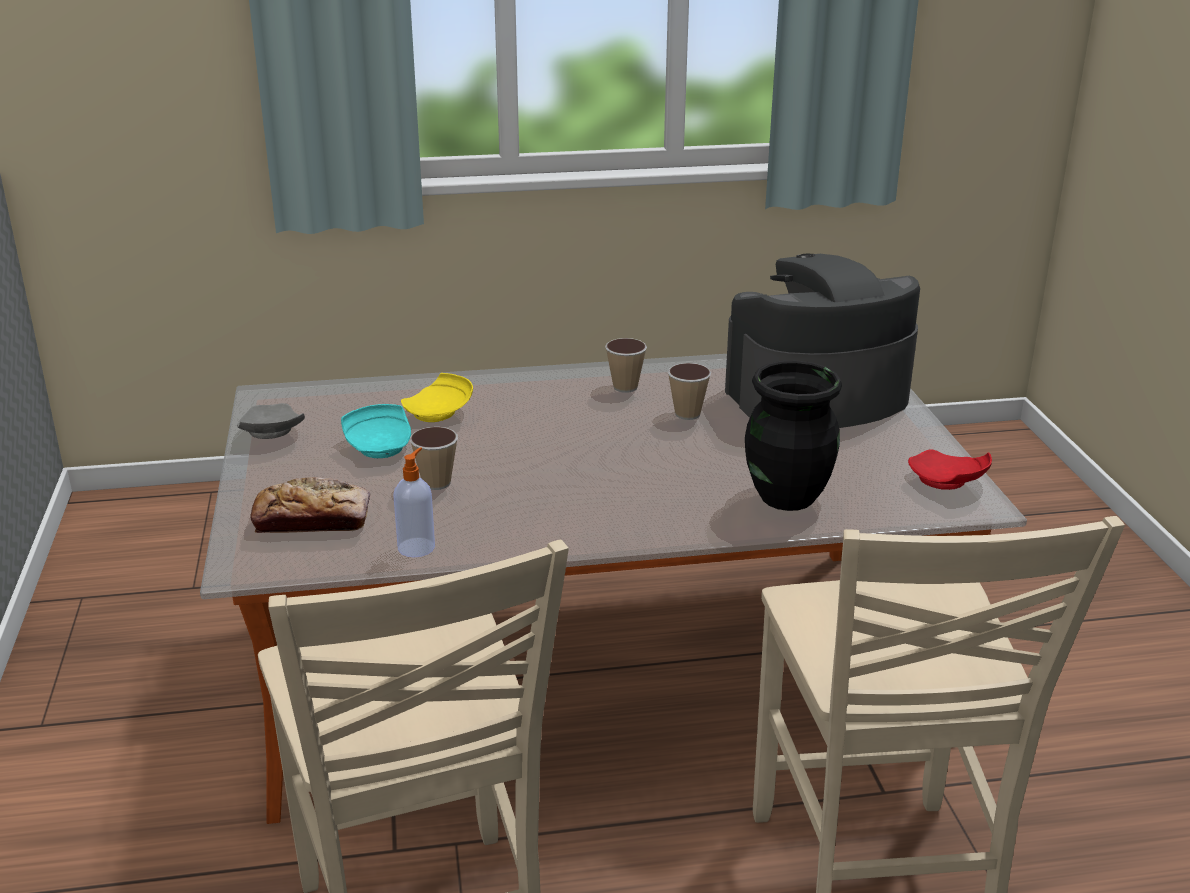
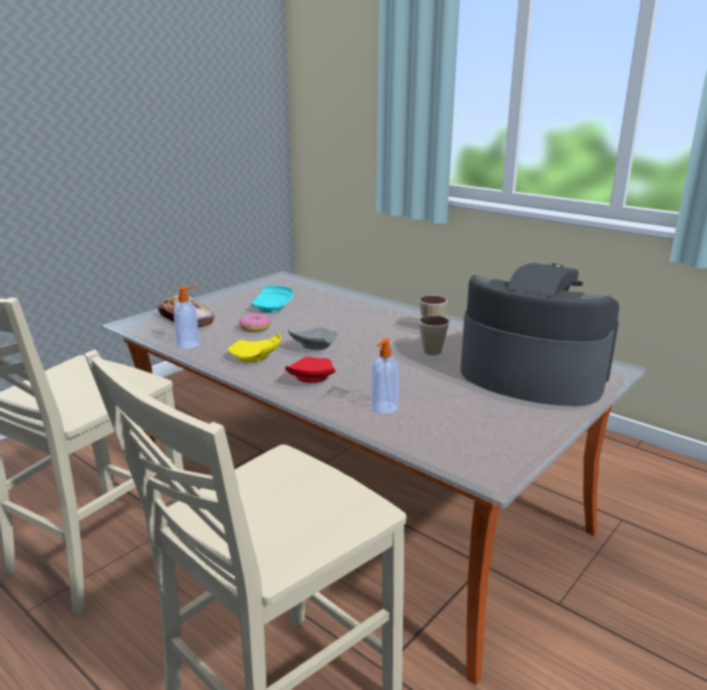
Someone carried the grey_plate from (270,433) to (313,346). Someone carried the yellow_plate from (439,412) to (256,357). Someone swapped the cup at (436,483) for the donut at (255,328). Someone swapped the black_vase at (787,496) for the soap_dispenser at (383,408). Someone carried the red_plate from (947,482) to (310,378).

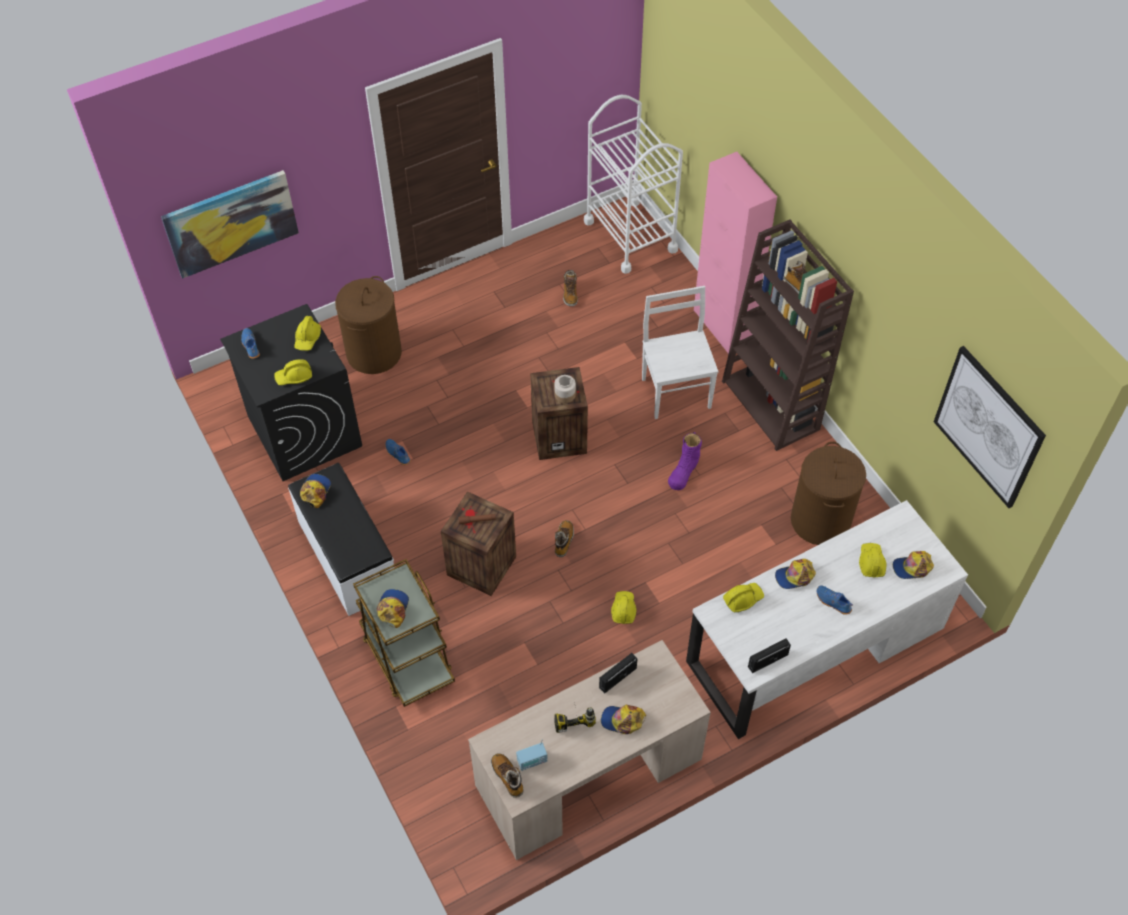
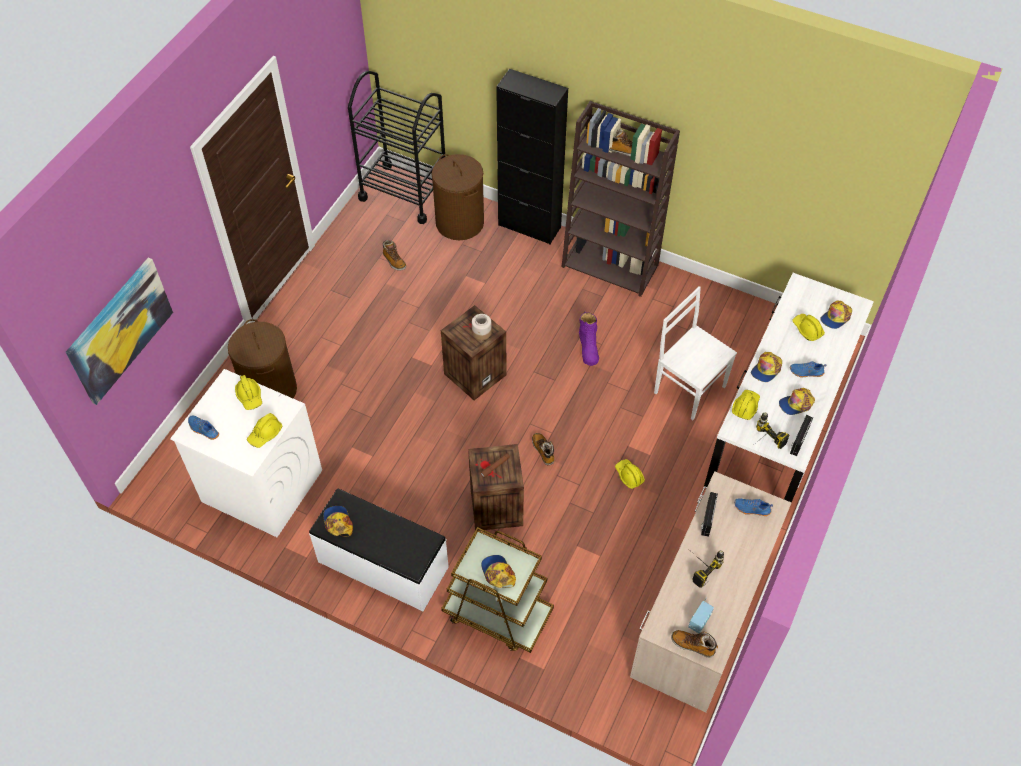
Someone repainted the black_washing_machine at (303,431), which became the white_washing_machine at (261,486). Someone carried the blue_shoe from (397,454) to (751,509). Someone repainted the white_cart at (630,236), which became the black_cart at (404,193). Someone carried the cap from (622,720) to (796,404). Someone carried the white_chair from (675,391) to (688,388). Someone repainted the pink_cabinet at (723,326), which became the black_cabinet at (529,226). Someone carried the brown_laundry_basket from (820,520) to (460,223). Someone took away the picture at (988,427). Someone put down the power_drill at (761,443).

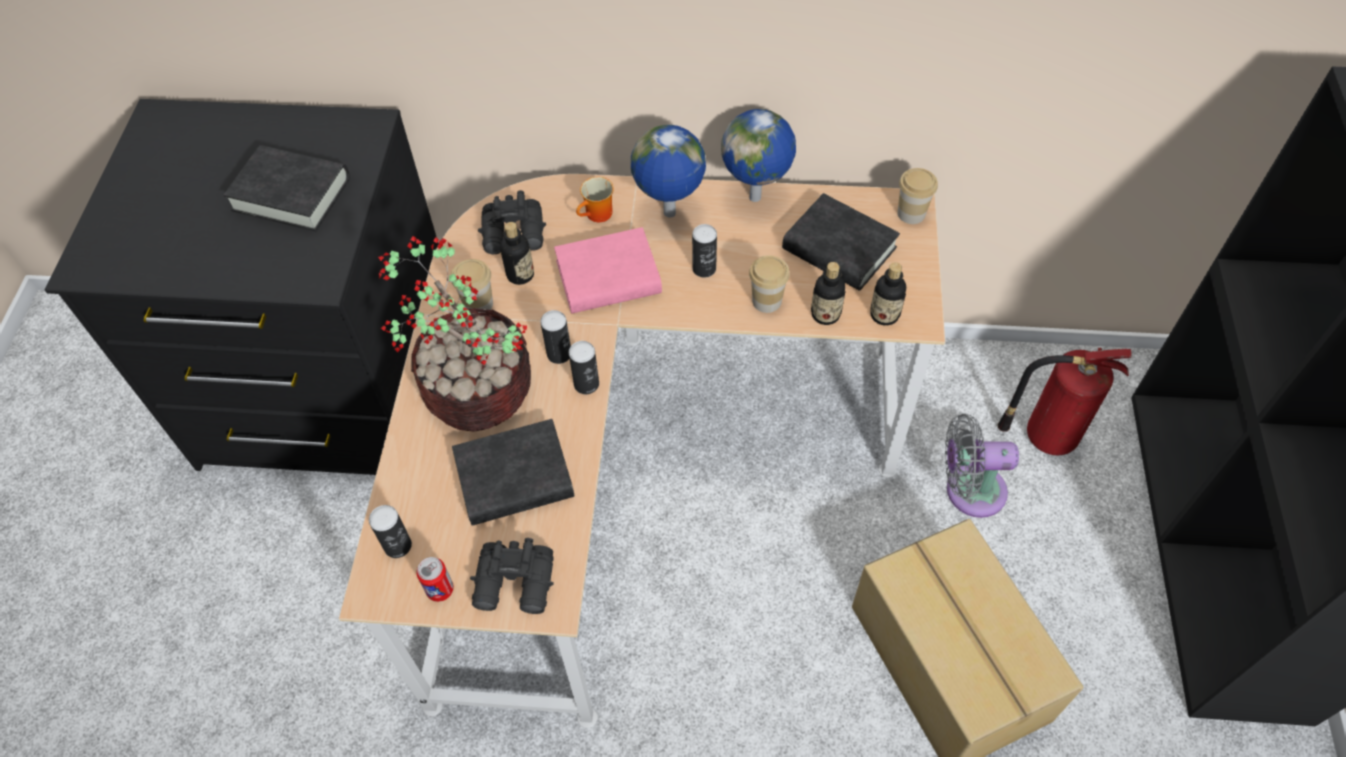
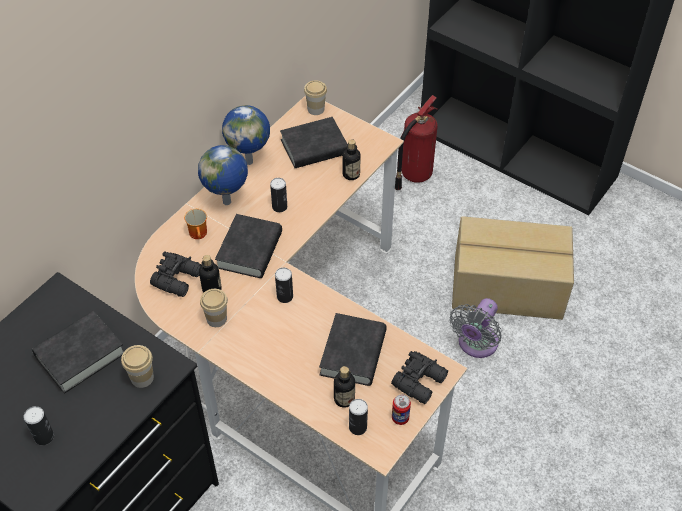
Someone took away the potted_plant at (474,387). Someone repainted the pink_book at (608,278), which became the black_book at (249,250). Someone carried the can from (586,384) to (44,437). Someone carried the cup from (766,301) to (142,378). Someone carried the bottle from (884,315) to (344,399). Someone carried the grey_fan from (969,490) to (476,344).

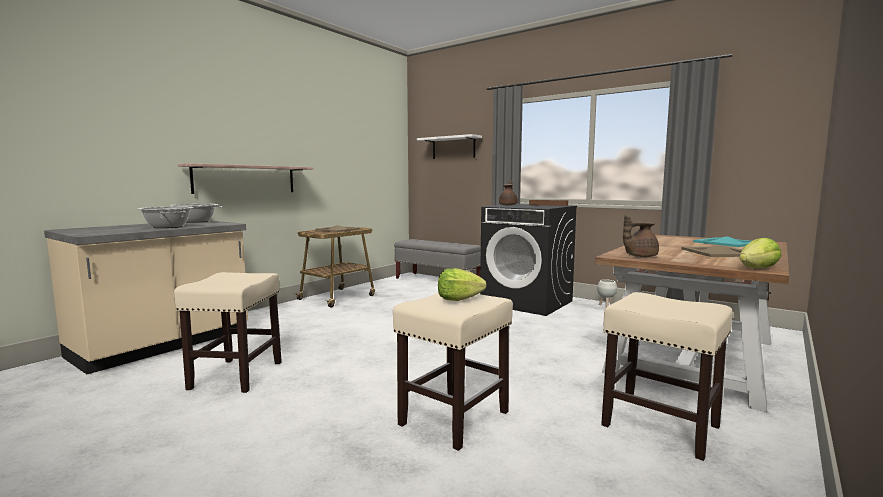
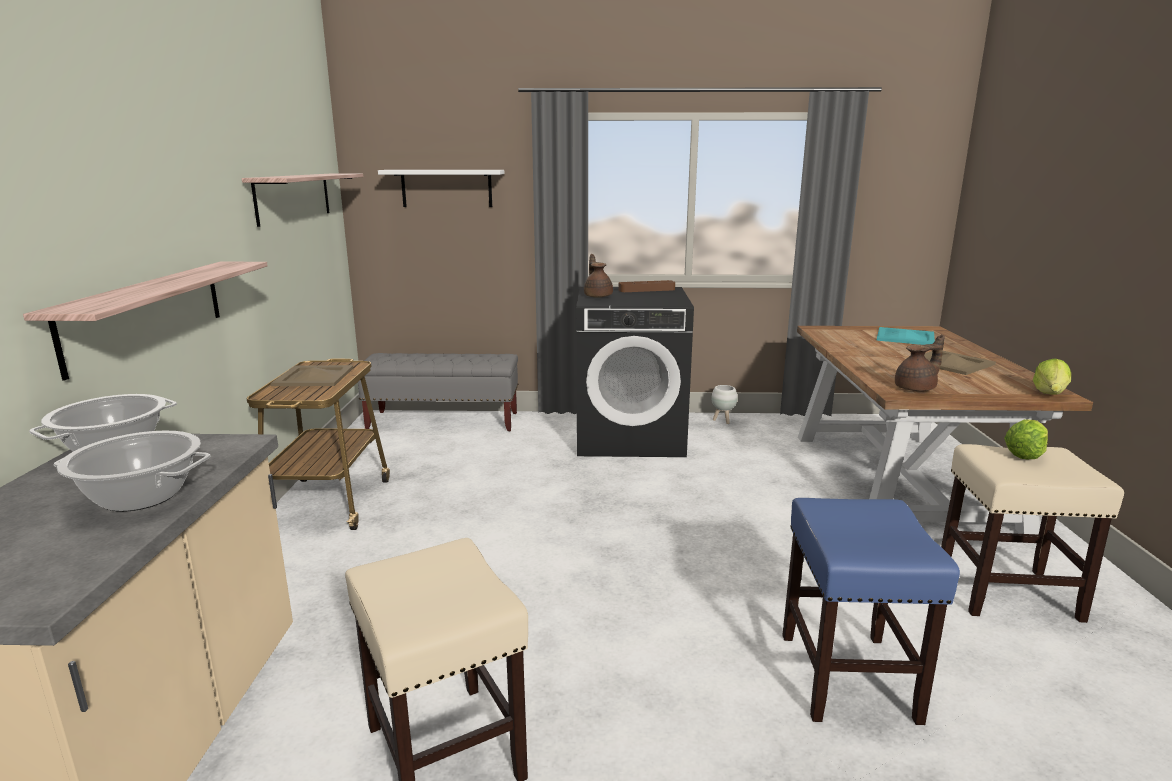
Someone repainted the beige_stool at (453,418), which became the blue_stool at (848,678). Someone carried the lettuce from (458,299) to (1025,454). Someone rotated the brown_teapot at (639,256) by 150 degrees counterclockwise. Someone put up the shelf at (294,197).

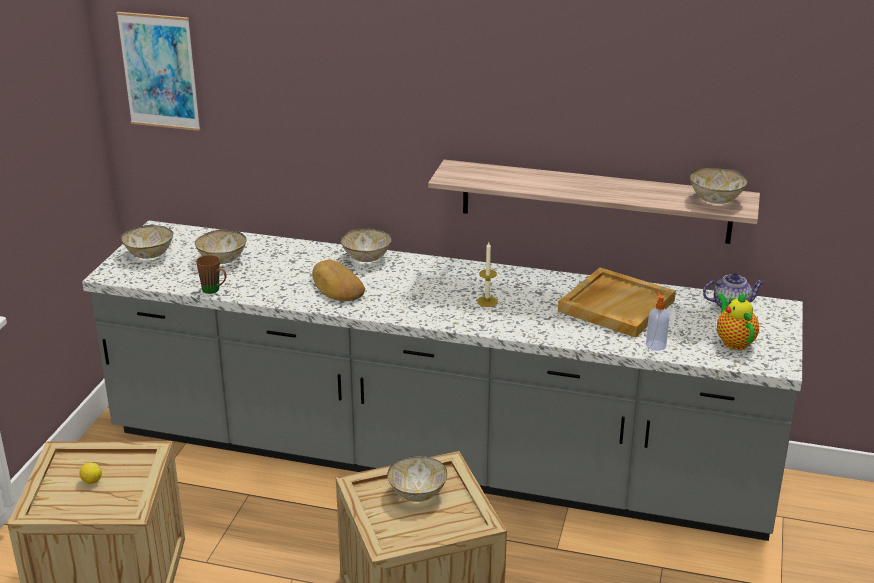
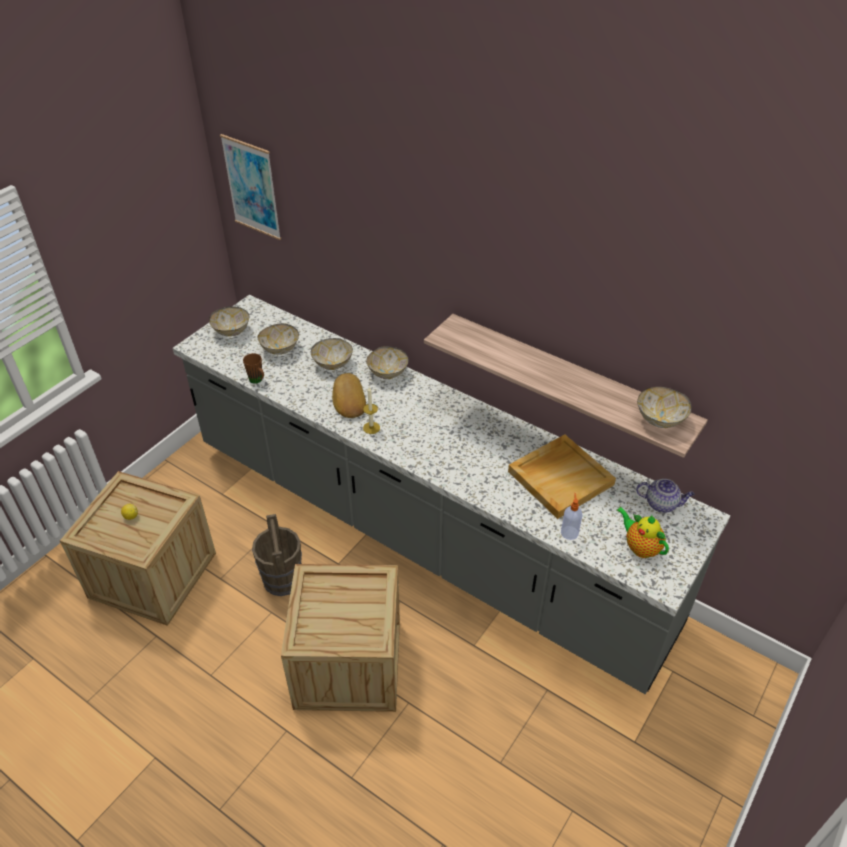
Someone carried the bowl from (416,493) to (332,364). Someone carried the candle from (487,301) to (371,428). Someone rotated the teapot at (733,341) by 45 degrees counterclockwise. Someone put down the brown_bucket at (282,580).

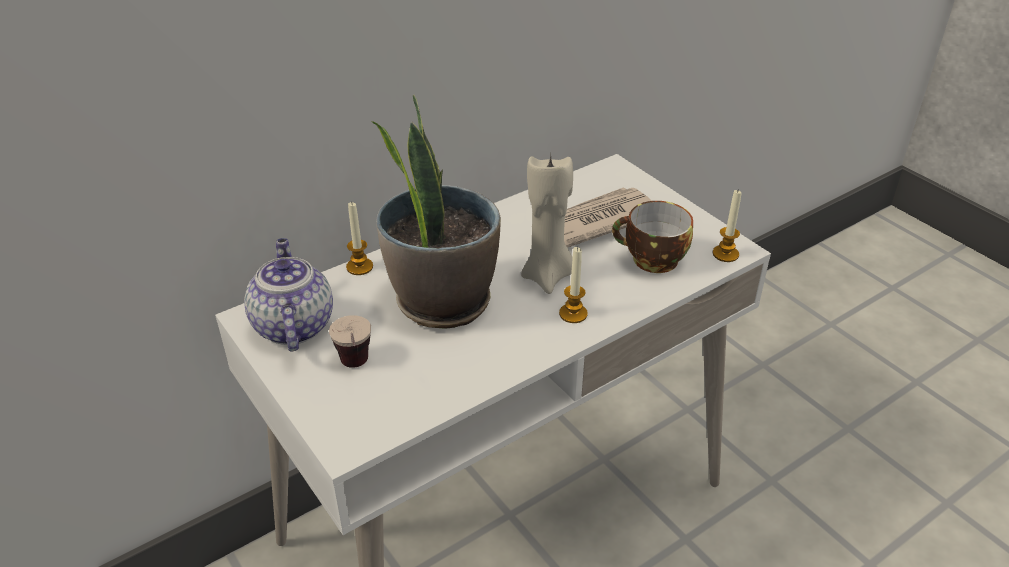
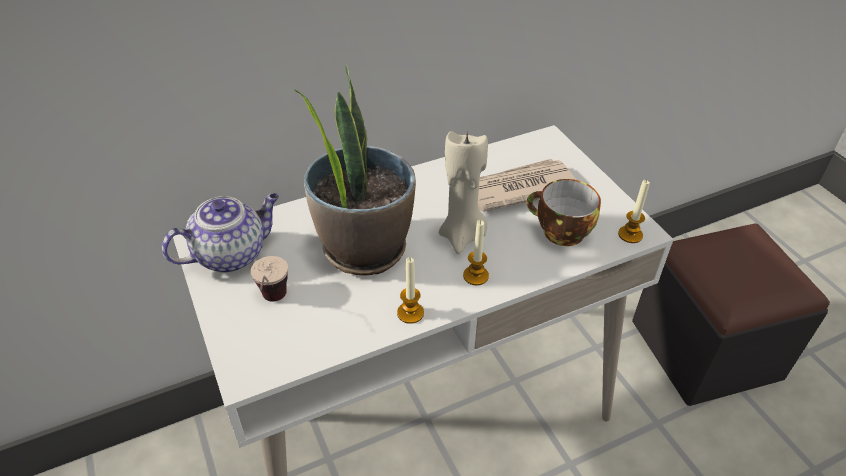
Someone rotated the teapot at (292,325) by 60 degrees clockwise. Someone carried the candle from (359,267) to (410,313). Someone put down the black_ottoman at (705,349).

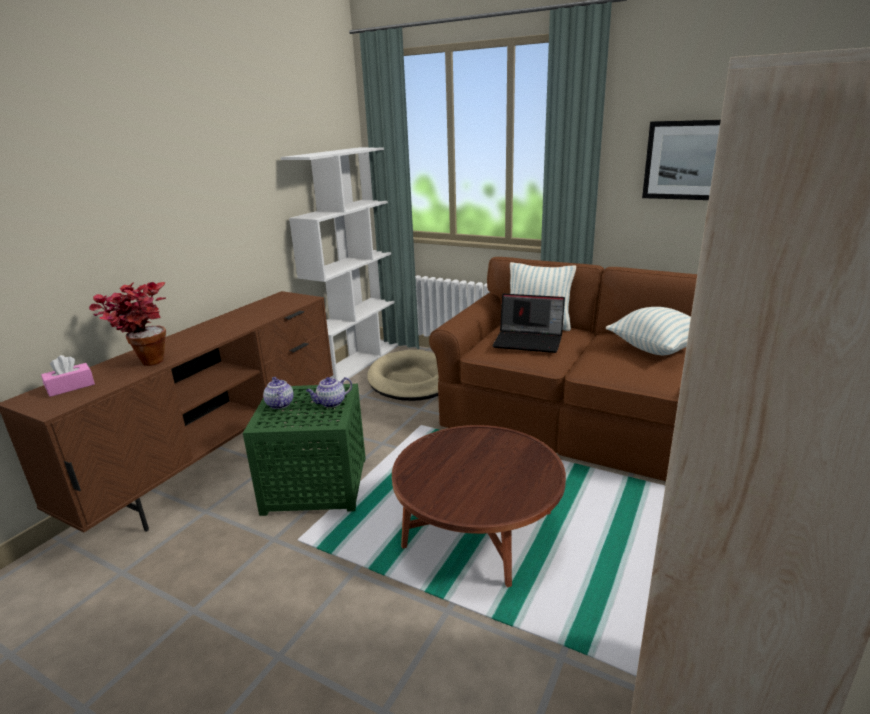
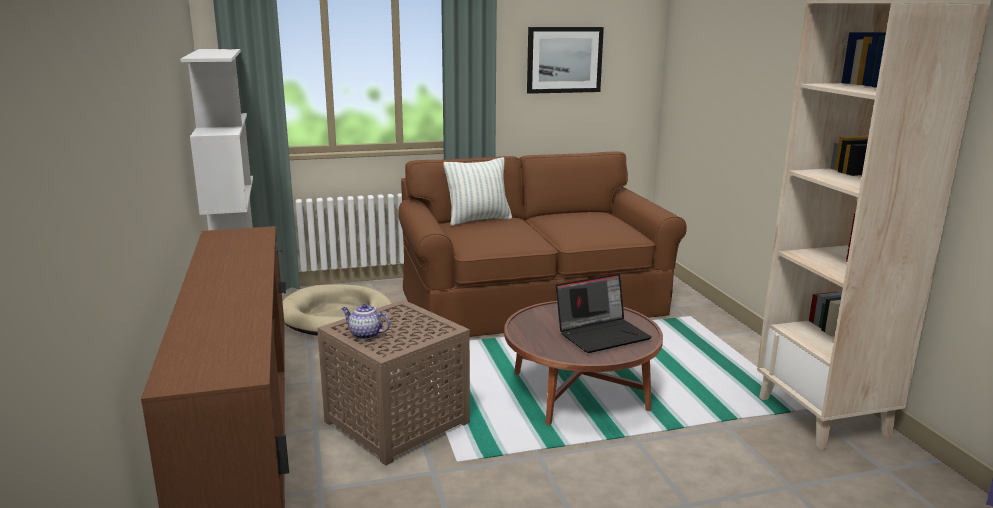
Someone took away the pink_tissue_box at (70,387). Someone took away the potted_plant at (144,362). Someone repainted the green_side_table at (314,484), which became the brown_side_table at (394,422). Someone took away the teapot at (331,403). Someone carried the laptop from (529,341) to (602,334). Someone took away the pillow at (656,348).

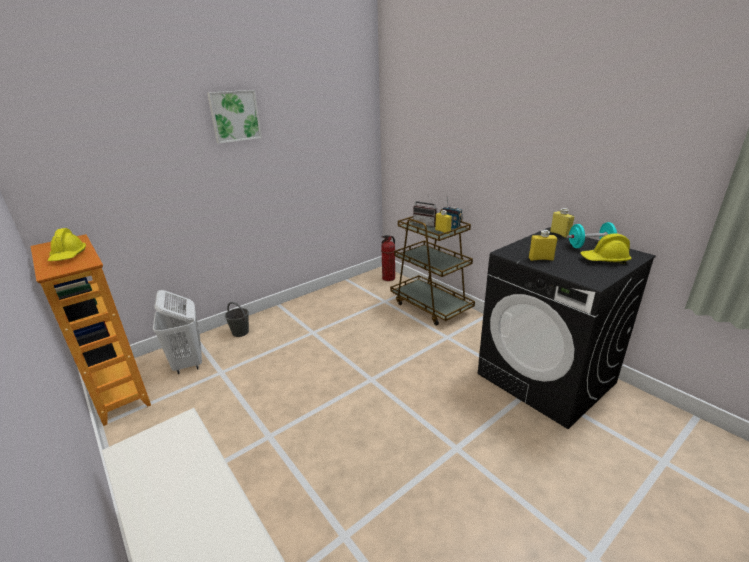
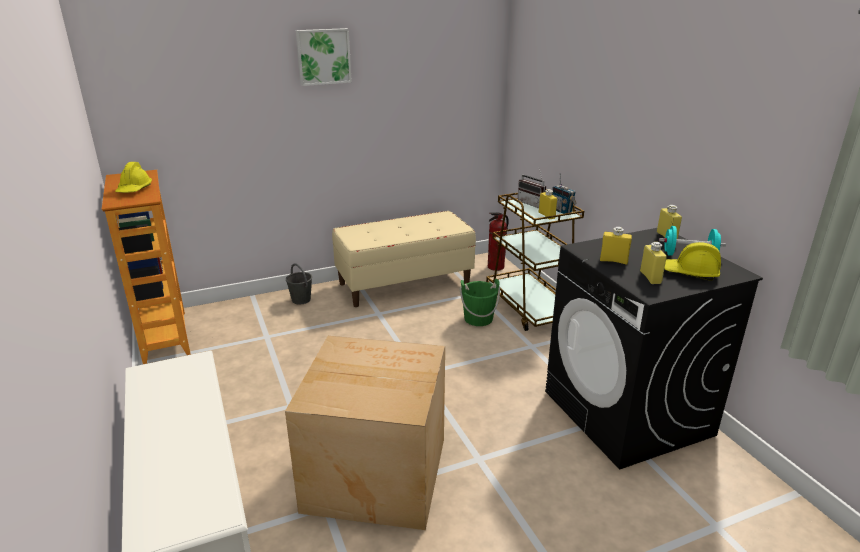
Someone took away the white_laundry_basket at (188,363). Someone put down the cardboard_box at (374,472). Someone put down the beige_bench at (404,283). Someone put down the green_bucket at (478,319). Someone put down the yellow_bottle at (650,277).

